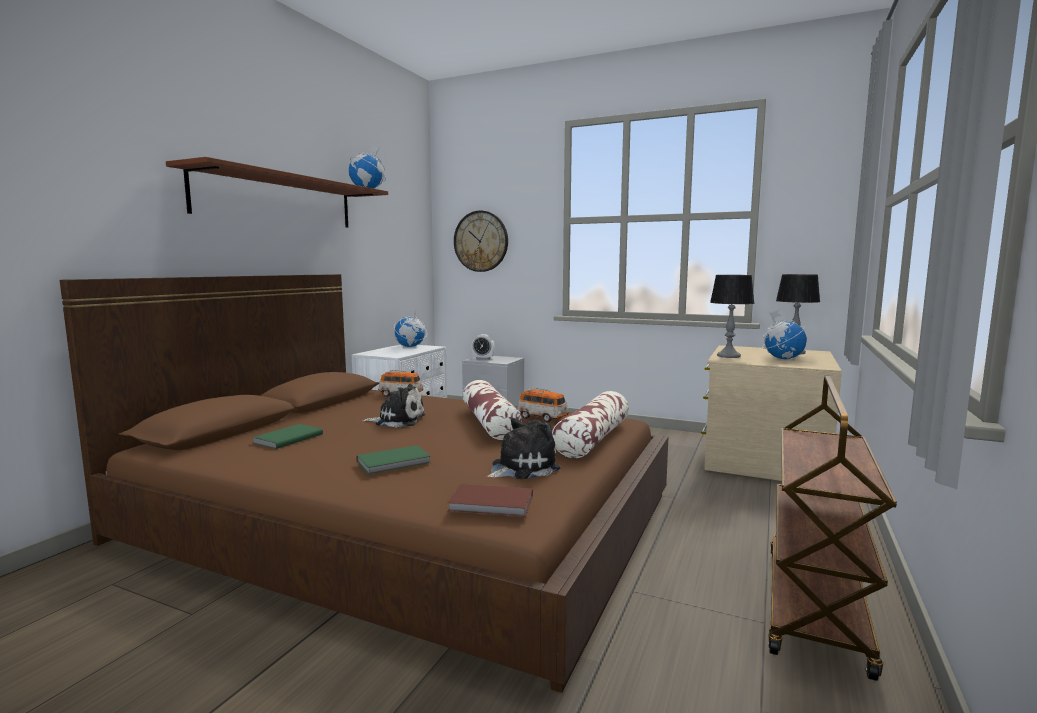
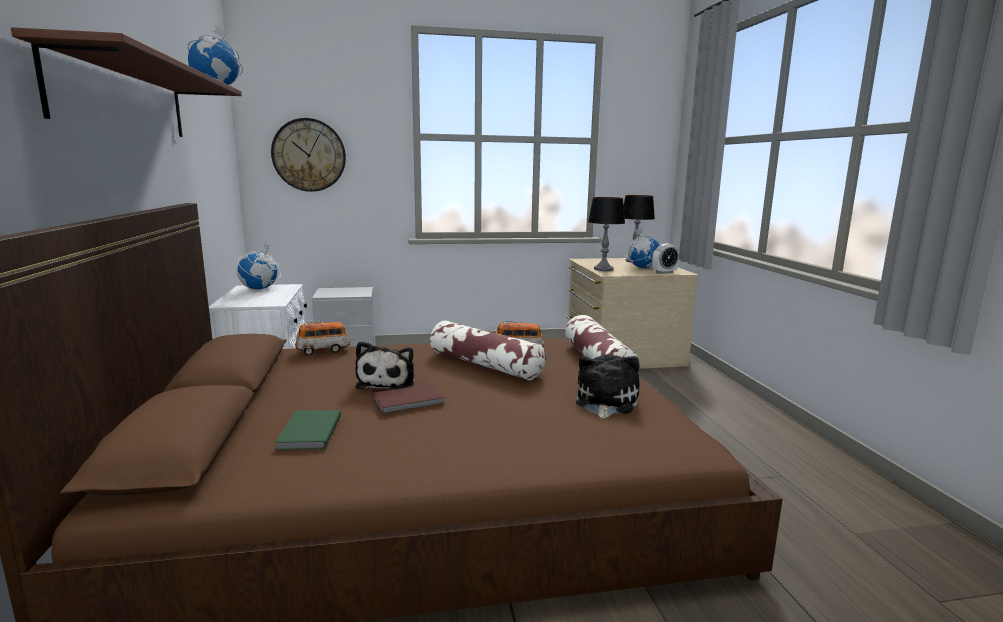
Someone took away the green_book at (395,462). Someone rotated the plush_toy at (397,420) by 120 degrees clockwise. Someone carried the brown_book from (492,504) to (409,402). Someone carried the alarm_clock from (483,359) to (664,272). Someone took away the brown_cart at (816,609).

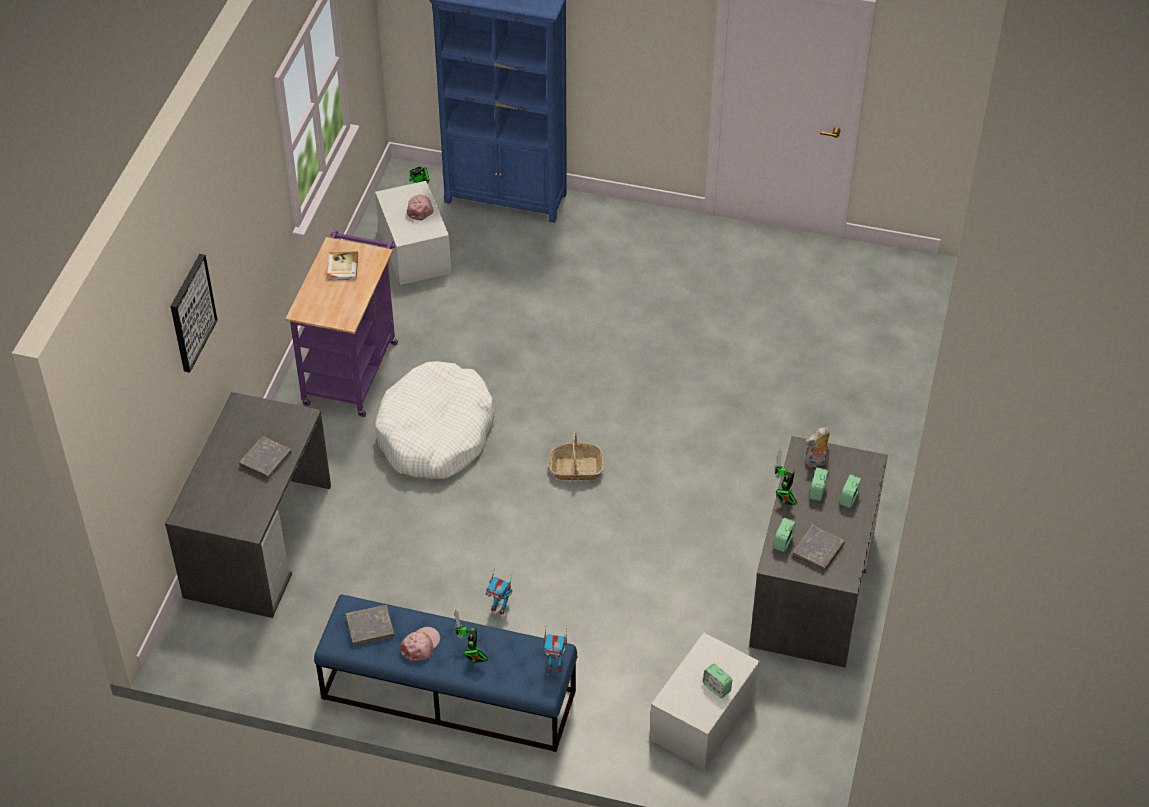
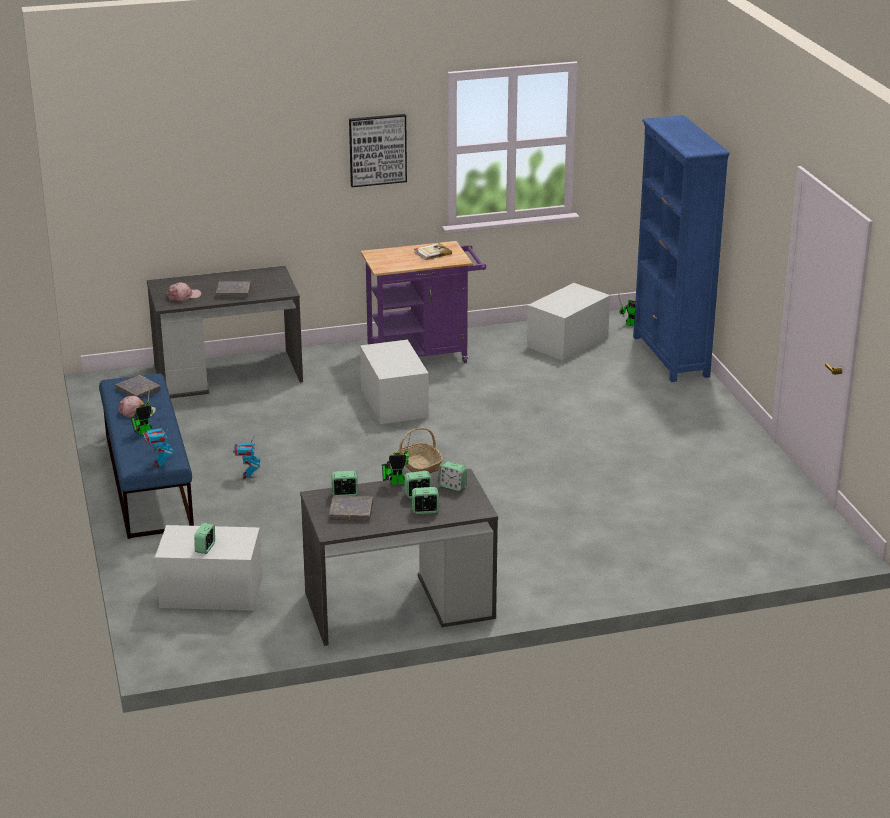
Someone carried the picture from (191,312) to (377,150). Someone swapped the white_dog_bed at (435,433) for the white_storage_box at (394,402). Someone carried the pink_cap from (419,209) to (184,296). Someone swapped the plush_toy at (816,462) for the alarm_clock at (452,486).

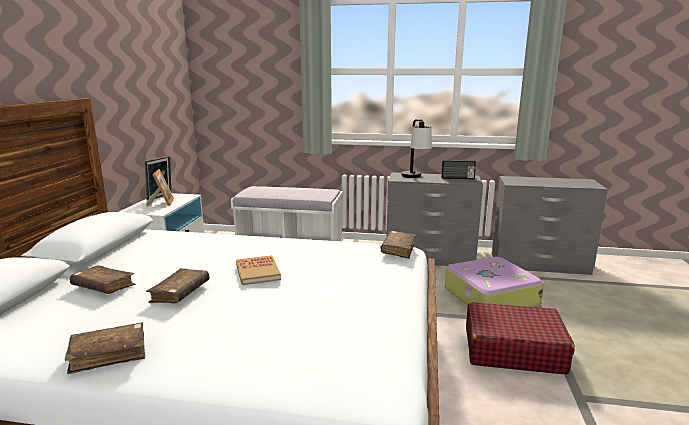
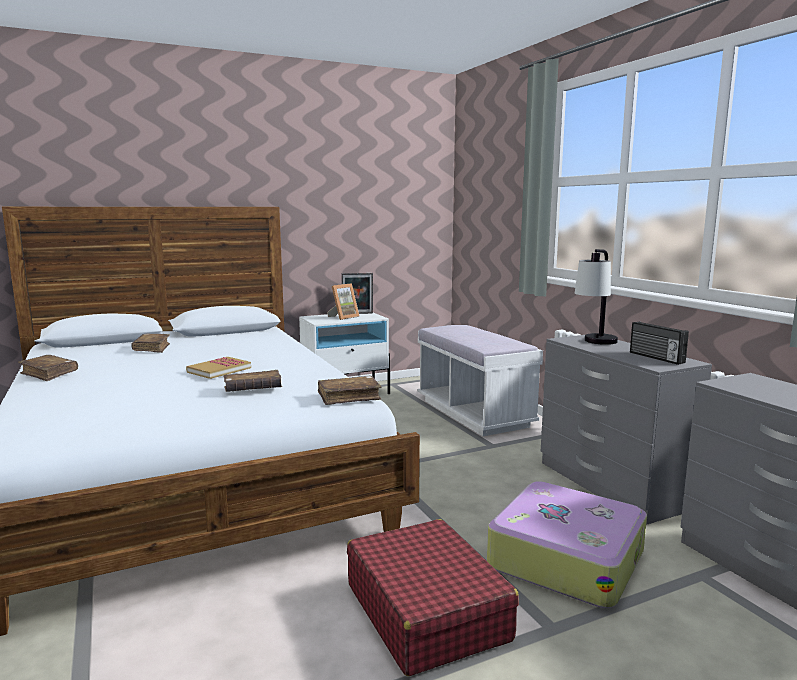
Someone carried the brown_book from (180,293) to (252,389).

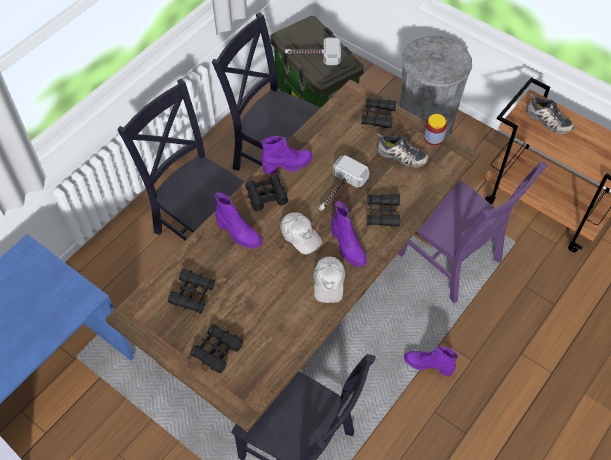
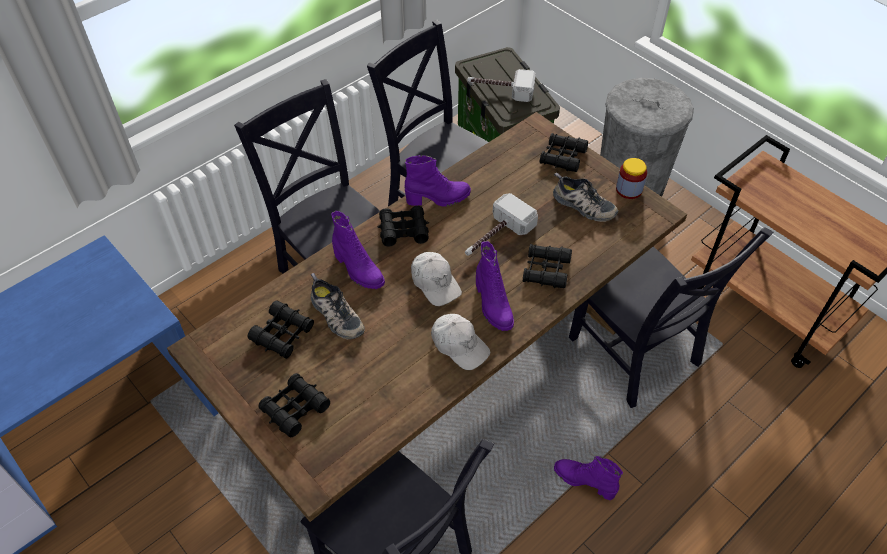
Someone rotated the white_cap at (329,282) by 60 degrees counterclockwise. Someone repainted the purple_chair at (452,261), which became the black_chair at (636,356). Someone carried the shoe from (547,120) to (335,315).

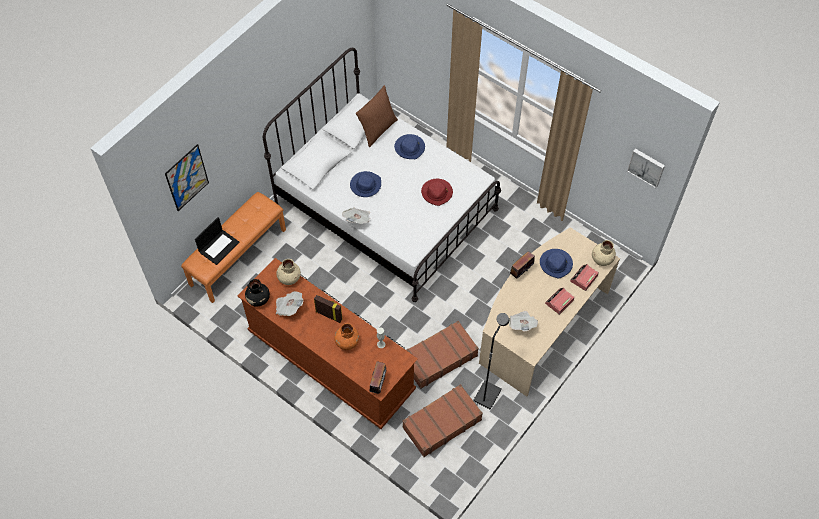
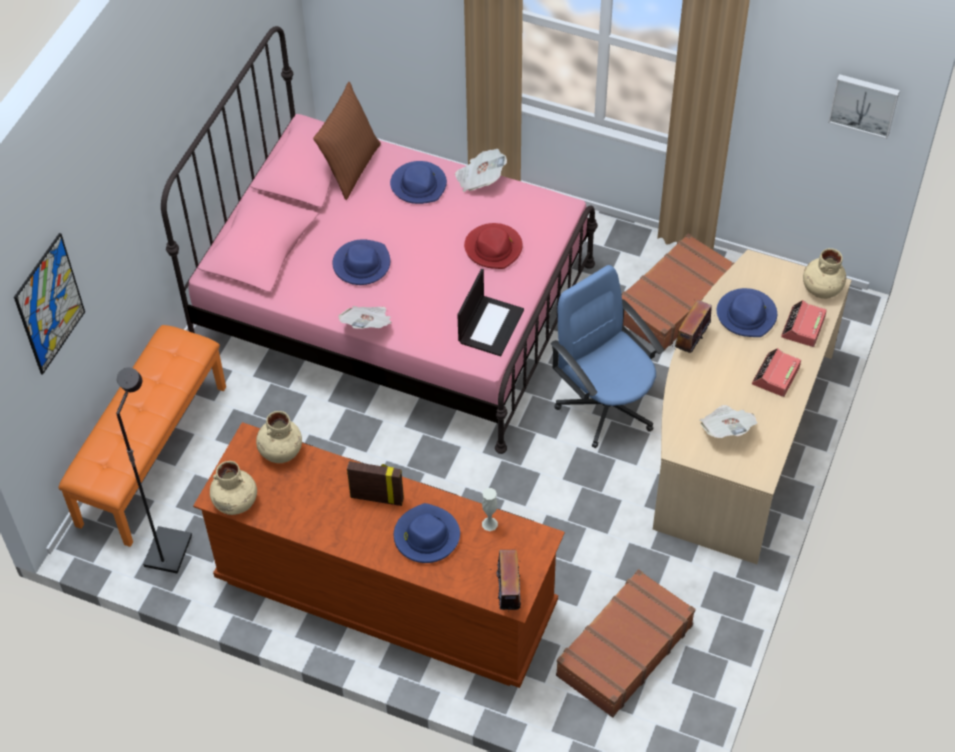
Someone carried the laptop from (219,246) to (490,325). Someone repainted the black_vase at (258,299), which became the beige_vase at (236,502). Someone repainted the white_bed at (386,207), which became the pink_bed at (395,305). Someone carried the newspaper from (289,307) to (480,179). Someone swapped the orange_vase at (347,342) for the blue_hat at (426,536). Someone carried the brown_suitcase from (438,358) to (673,301). Someone carried the black_floor_lamp from (486,395) to (167,550). Someone put down the blue_office_chair at (606,405).

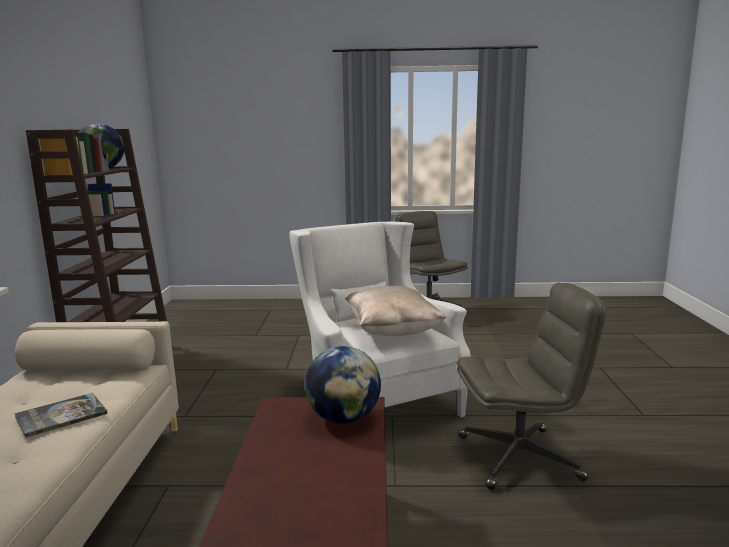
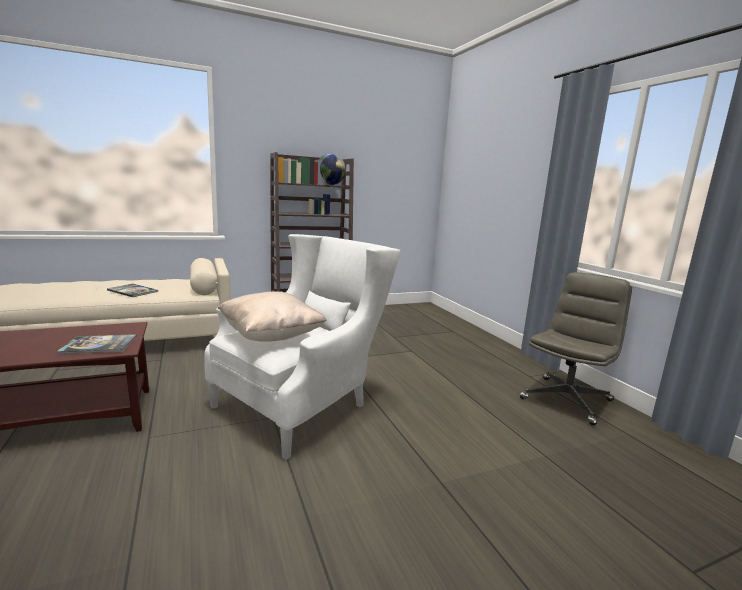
Someone swapped the globe at (343,418) for the book at (99,345). Someone took away the grey_office_chair at (520,457).

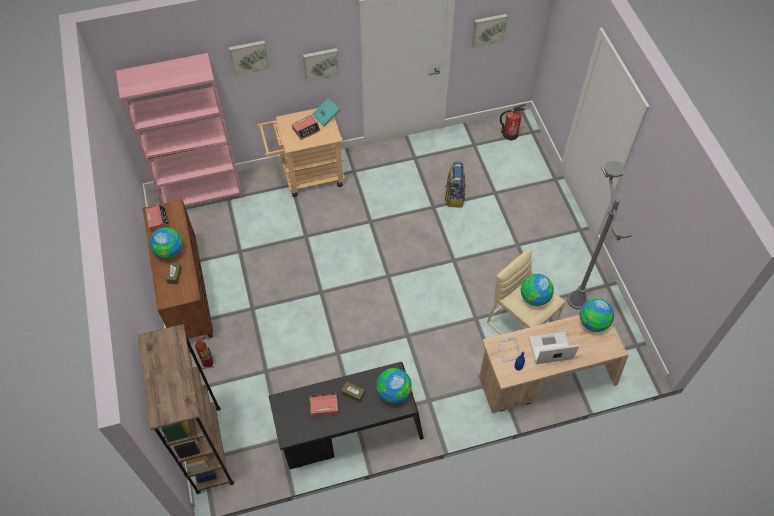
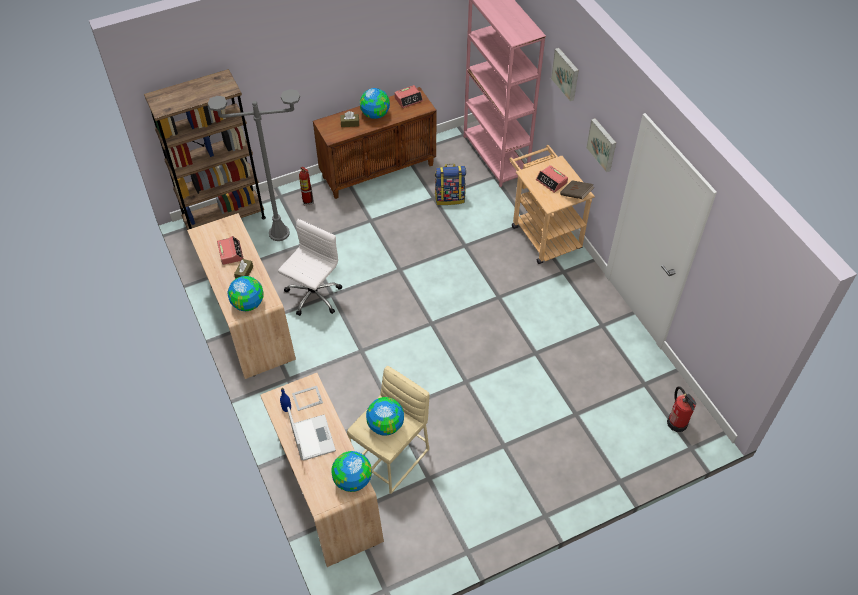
Someone repainted the black_desk at (350,432), which became the beige_desk at (247,318). Someone repainted the turquoise_book at (326,116), which became the brown_book at (576,195). Someone carried the backpack from (454,196) to (450,198). Someone took away the picture at (488,29). Someone carried the grey_floor_lamp from (577,300) to (279,233). Someone put down the white_office_chair at (313,296).

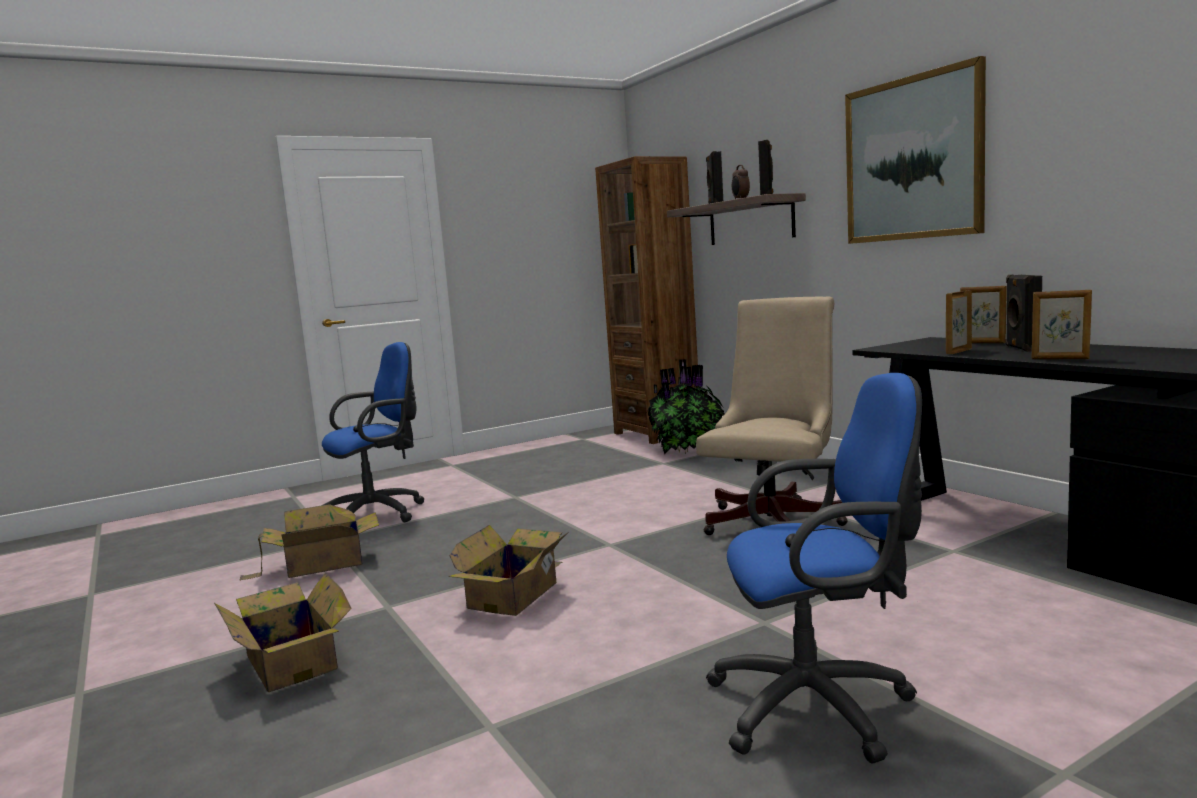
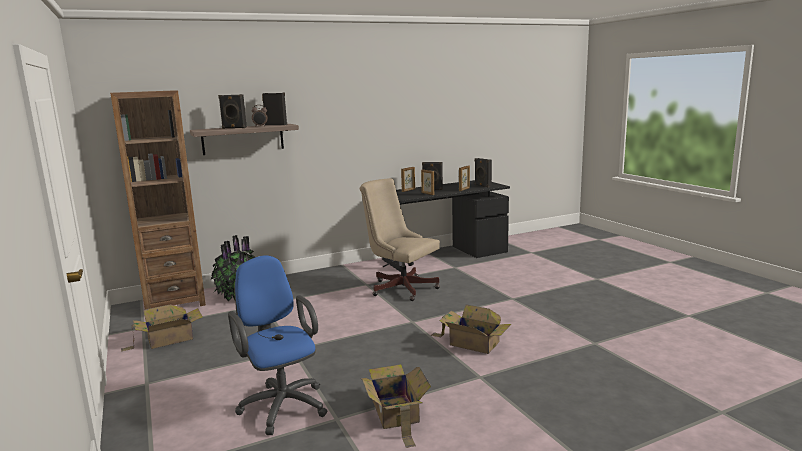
Someone carried the cardboard_box from (291,660) to (168,339). Someone took away the blue_office_chair at (821,706). Someone took away the picture at (912,159). Someone put down the black_speaker at (482,186).

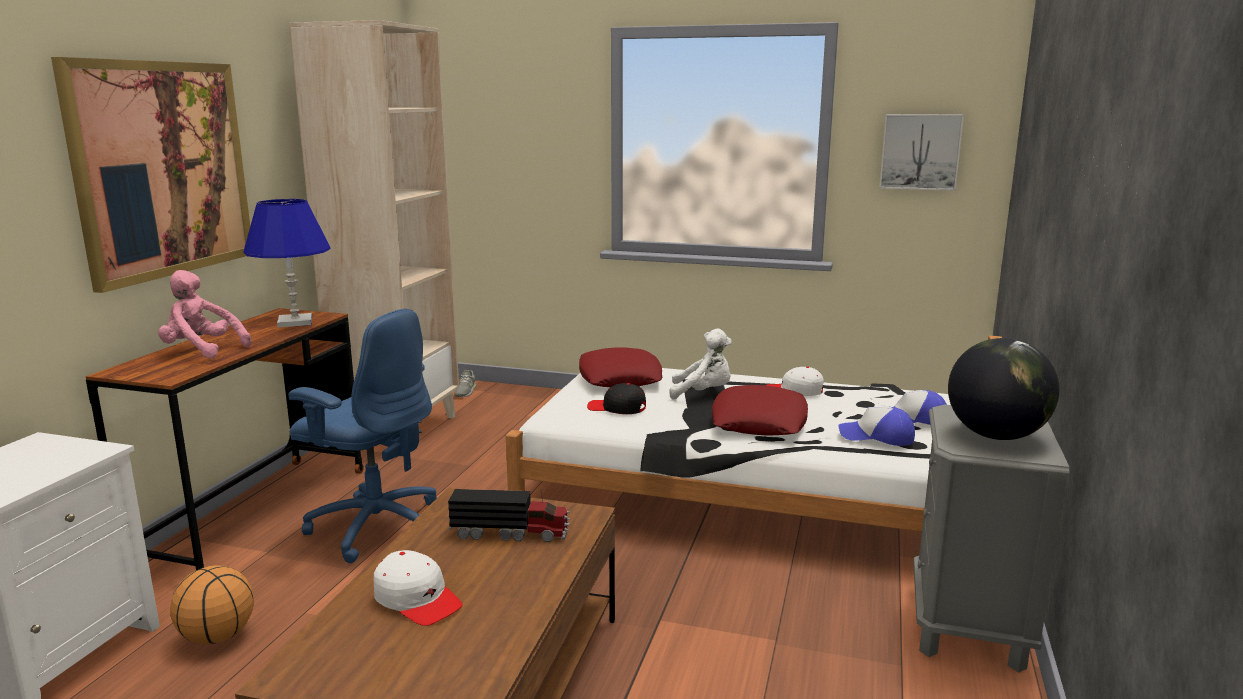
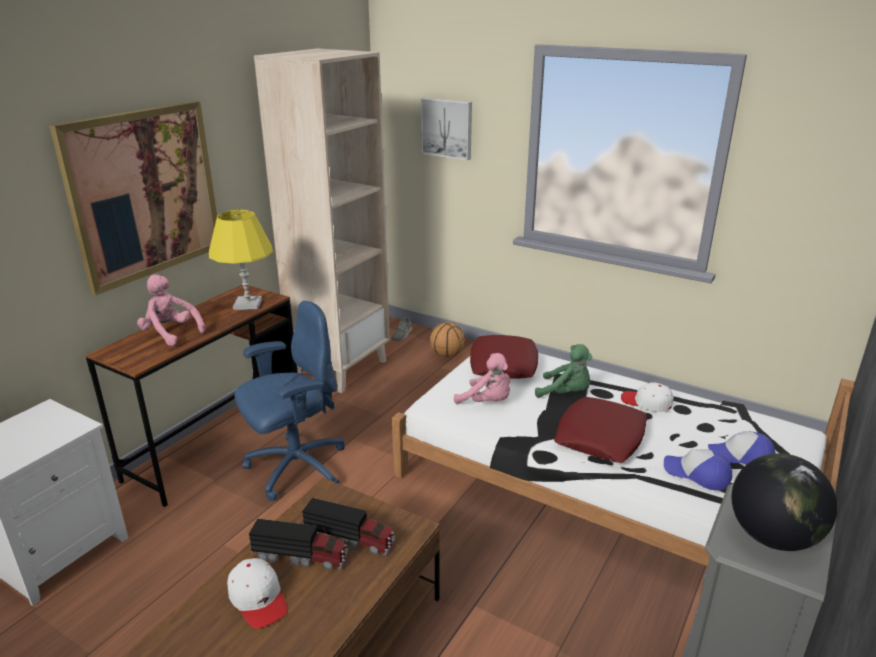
Someone carried the basketball from (218,636) to (447,354). Someone repainted the blue_table_lamp at (295,322), which became the yellow_table_lamp at (248,304). Someone rotated the blue_office_chair at (376,526) by 75 degrees counterclockwise. Someone swapped the black_cap at (617,408) for the pink_plush_toy at (487,402). Someone repainted the white_plush_toy at (703,393), which became the green_plush_toy at (566,393). Someone carried the picture from (920,151) to (447,128). Someone put down the toy_truck at (301,556).

